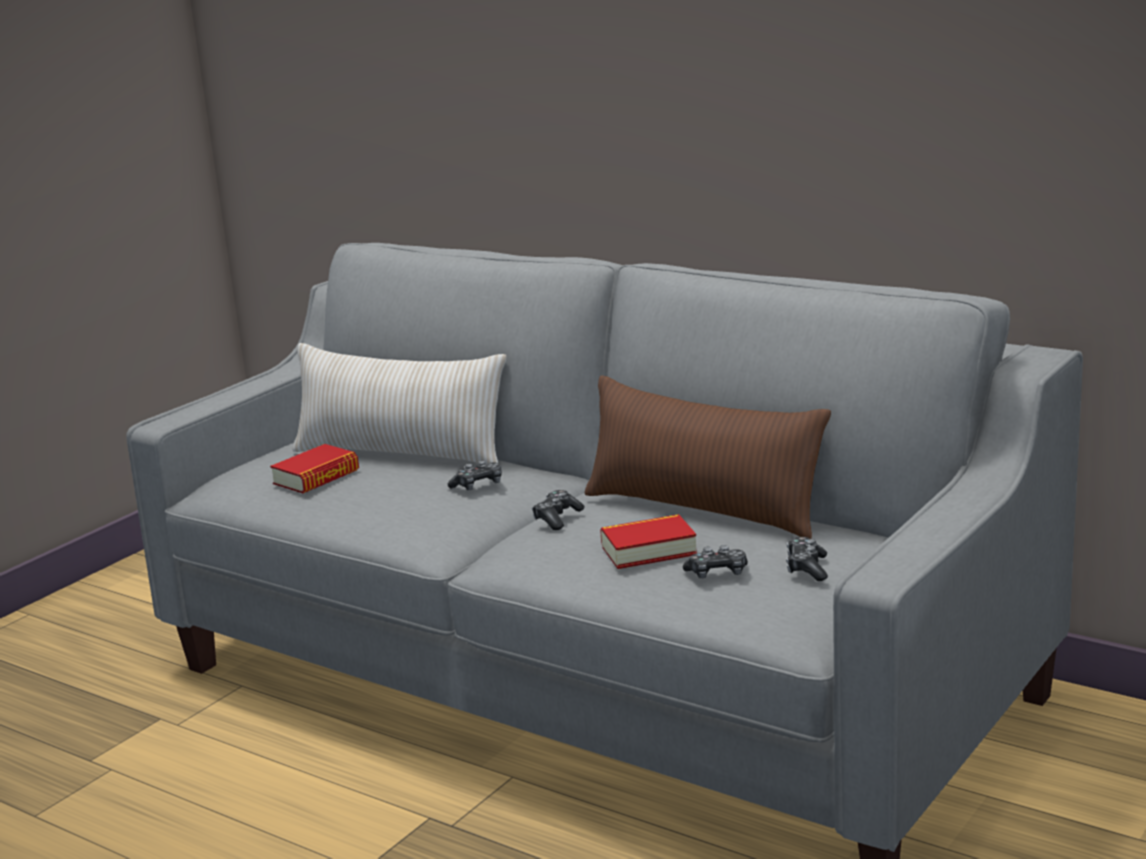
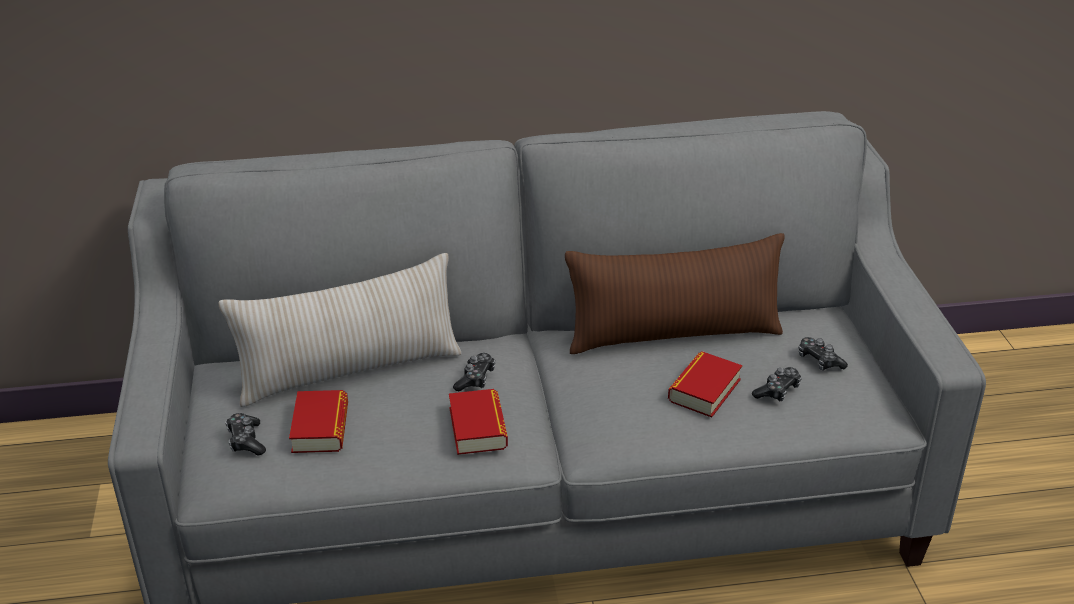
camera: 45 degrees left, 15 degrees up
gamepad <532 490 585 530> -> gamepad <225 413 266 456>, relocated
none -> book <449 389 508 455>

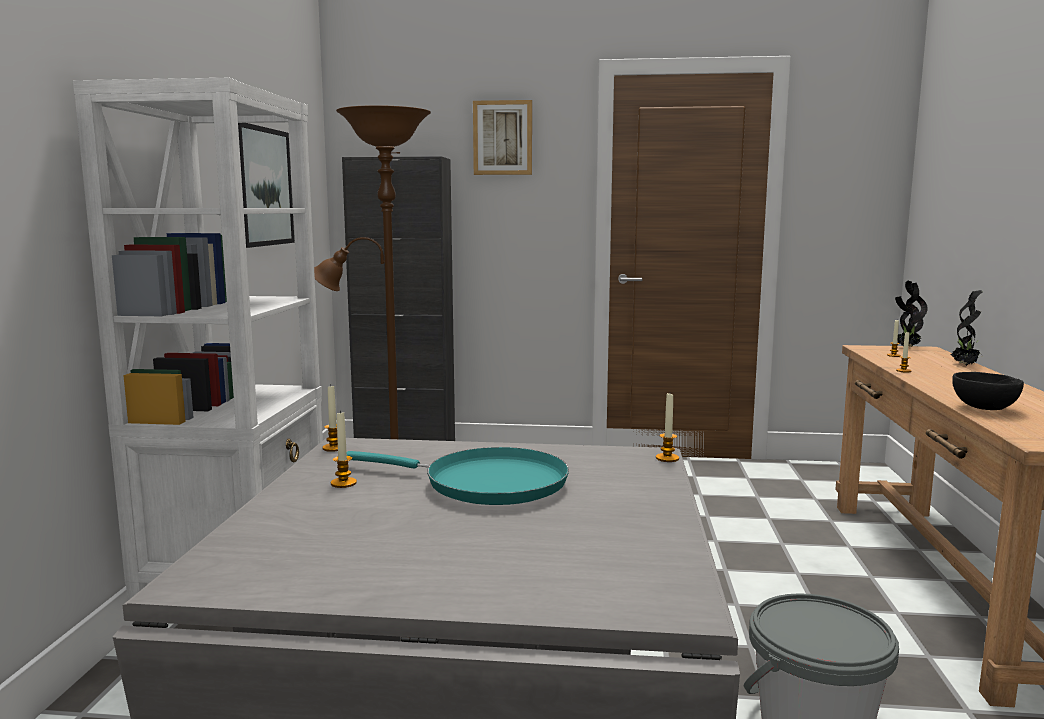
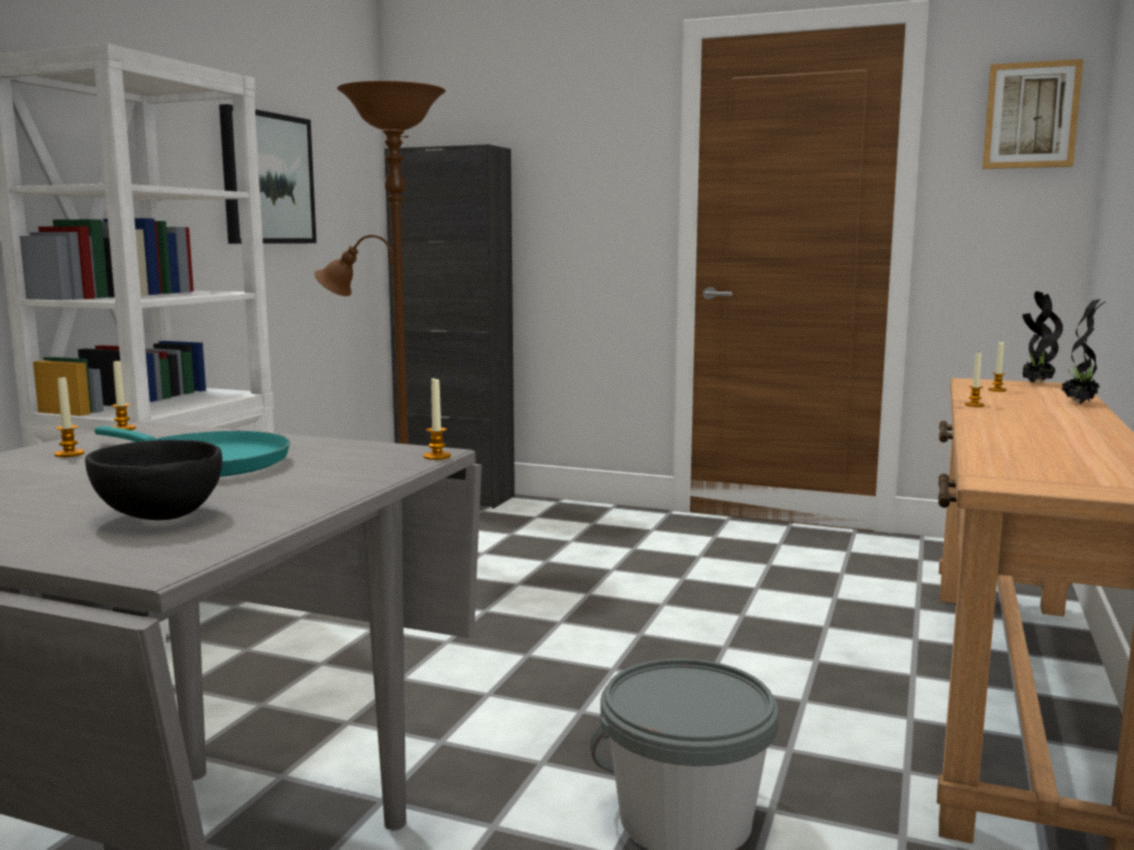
camera: 15 degrees right, 0 degrees up
black bowl <952 372 1024 410> -> black bowl <85 440 223 520>, relocated
wall picture <473 100 532 175> -> wall picture <982 59 1084 169>, relocated

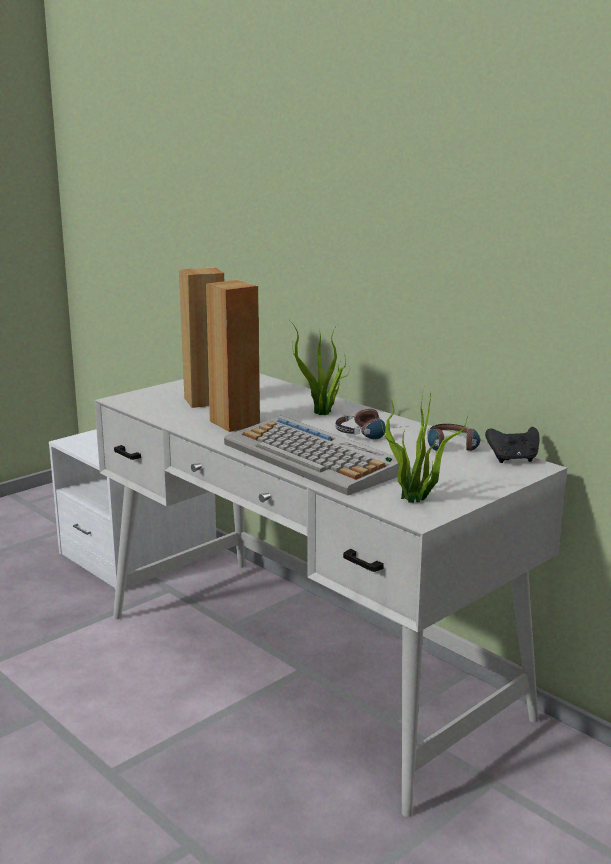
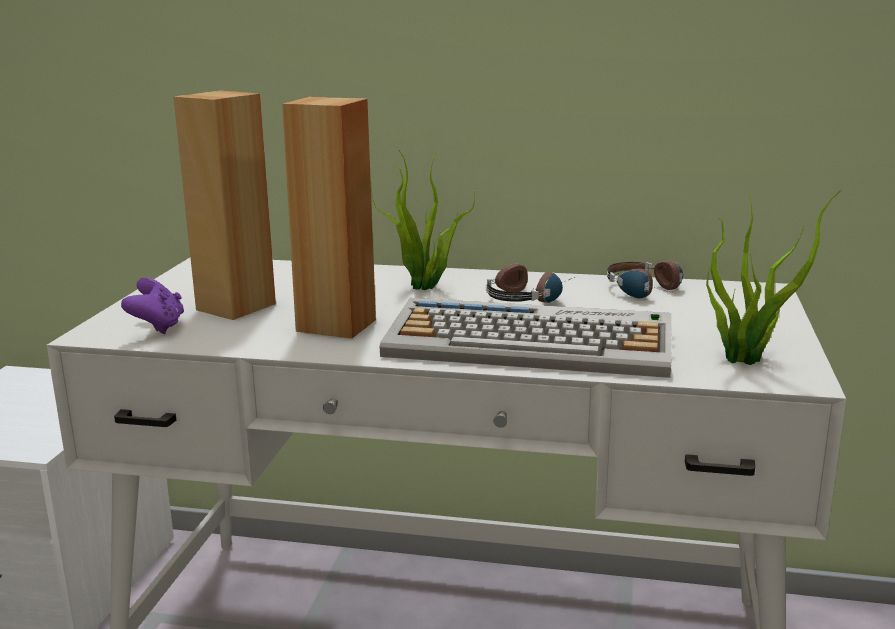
camera: 35 degrees left, 0 degrees up
none -> purple gamepad <121 278 184 334>
black gamepad <485 427 540 463> -> none

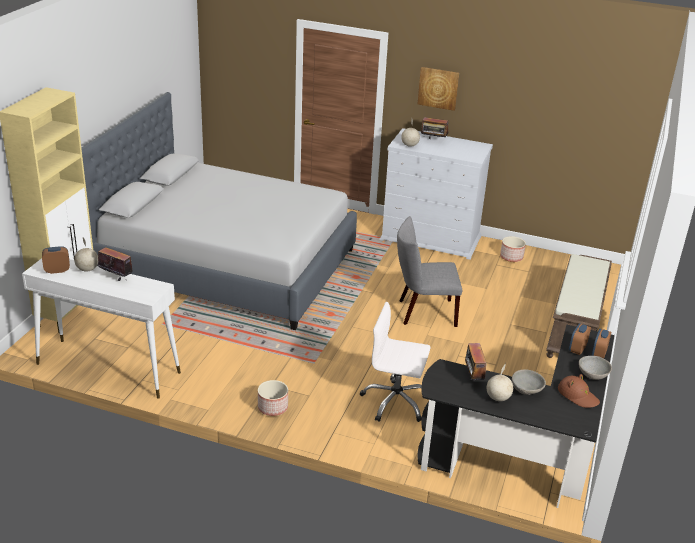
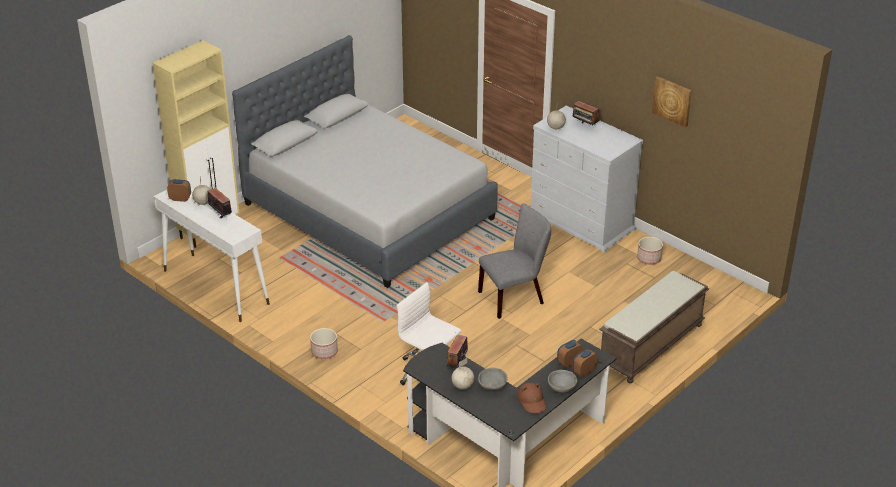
camera: 25 degrees right, 5 degrees up
grey plain chair <397 216 462 327> -> grey plain chair <478 203 551 319>, 135 degrees clockwise
wall picture <418 67 459 111> -> wall picture <652 76 692 127>, relocated

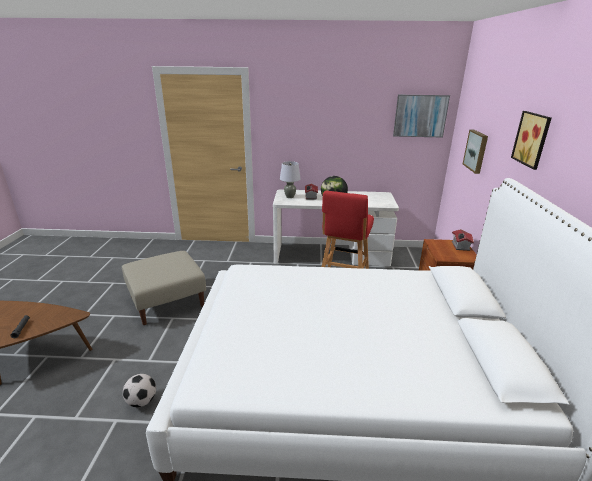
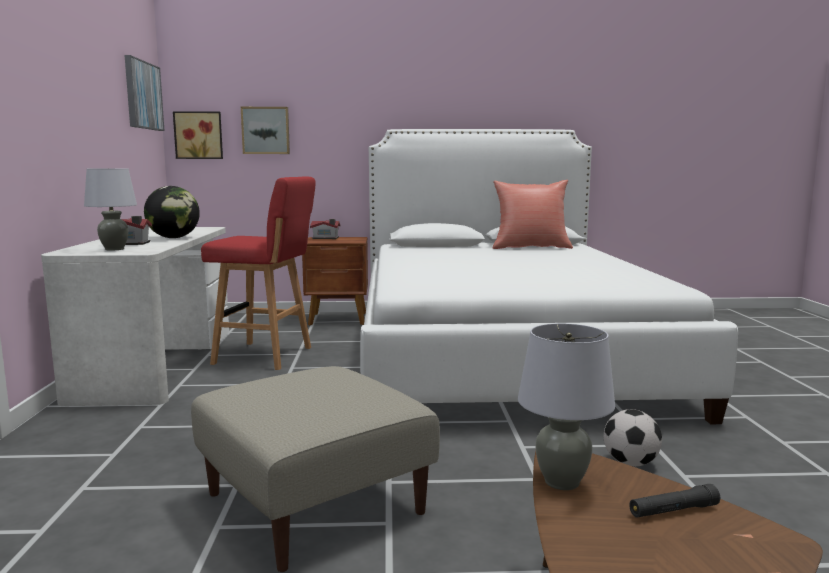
camera: 95 degrees left, 15 degrees down
wall picture <511 111 551 170> -> wall picture <173 111 223 159>, relocated
none -> red cushion <493 180 573 249>
none -> grey lamp for a table <518 323 615 490>

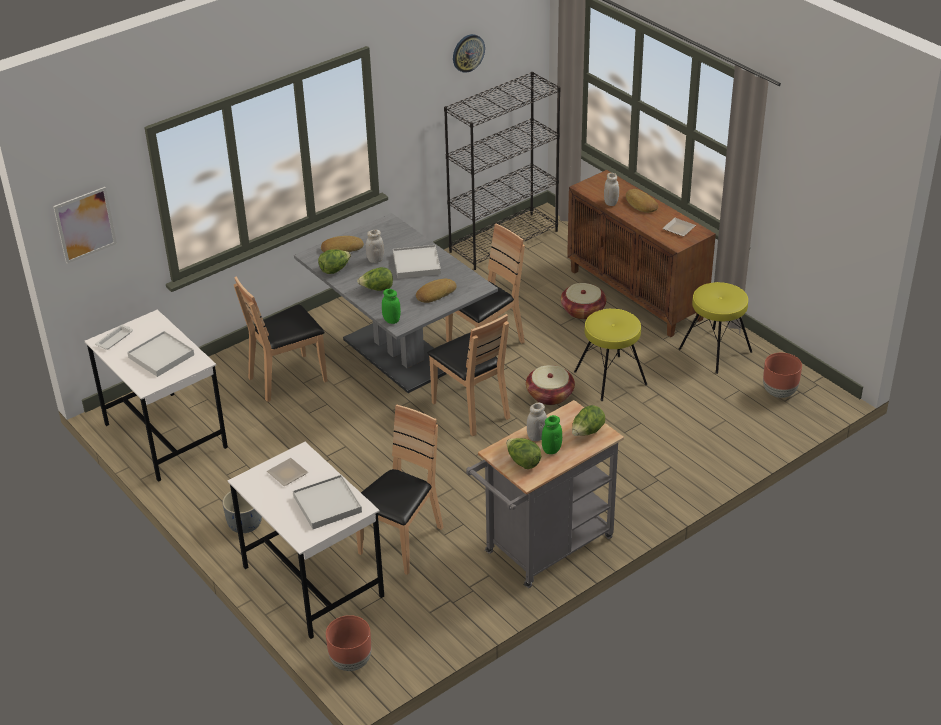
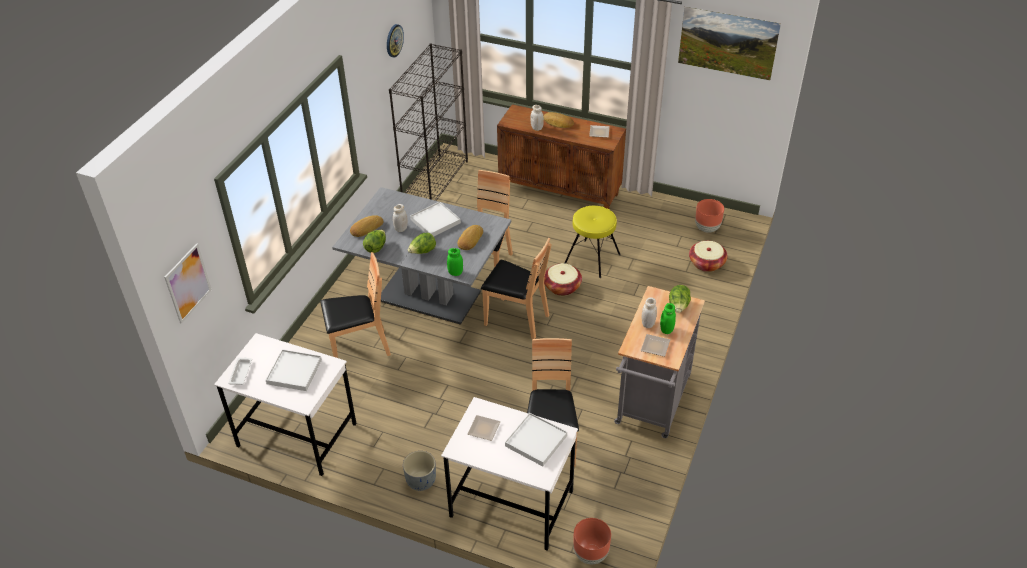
camera: 30 degrees left, 5 degrees up
brownish plain chair <234 276 327 402> -> brownish plain chair <320 252 391 358>, 135 degrees counterclockwise
lettuce head <506 438 541 469> -> flat dish <641 334 670 357>
none -> wall picture <678 7 781 80>
basket <561 283 606 320> -> basket <689 241 727 272>, relocated
yellow stool <678 282 752 374> -> none

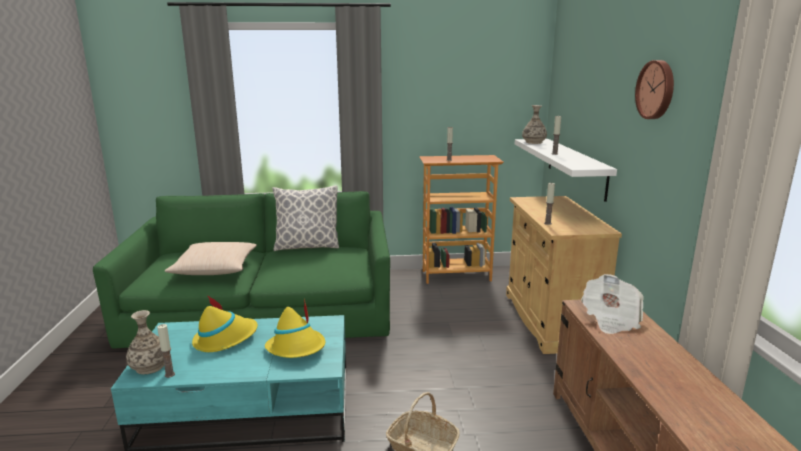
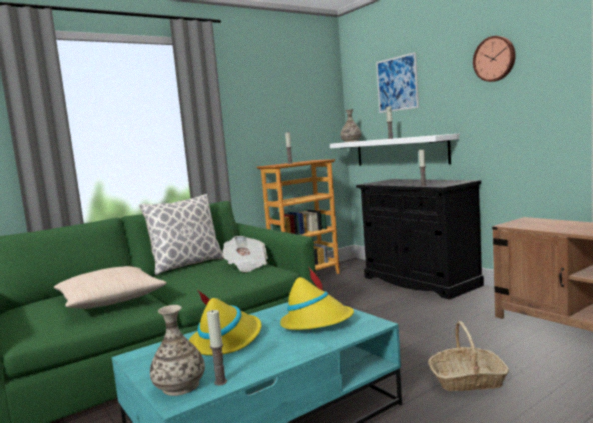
camera: 30 degrees left, 10 degrees down
daily paper <581 274 644 334> -> daily paper <222 236 268 272>, relocated
beige-coloured cabinet <506 196 622 354> -> black cabinet <356 179 484 300>
none -> wall picture <376 52 419 113>

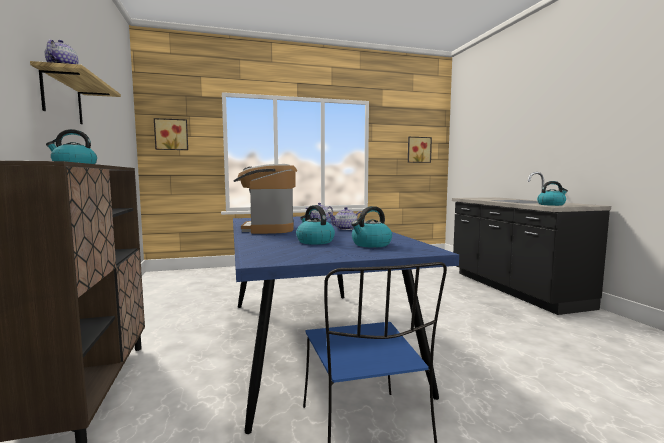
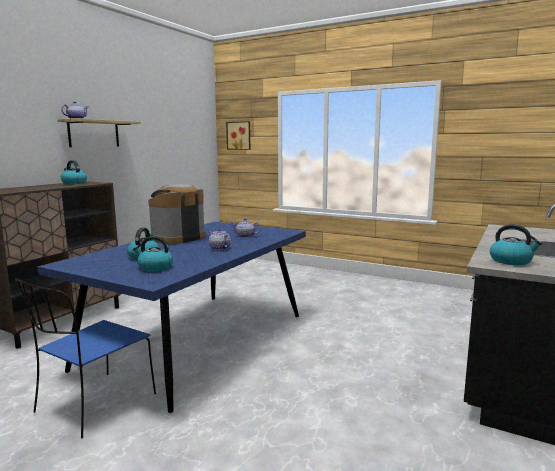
camera: 45 degrees right, 5 degrees up
wall picture <408 137 432 163> -> none

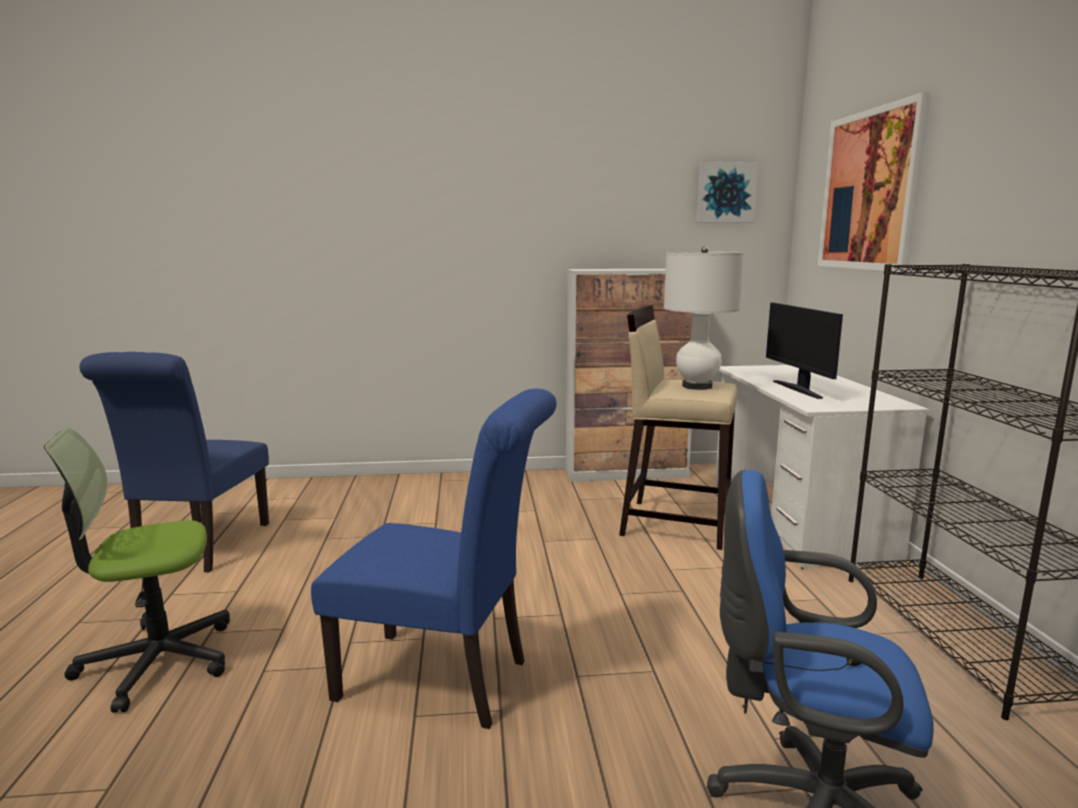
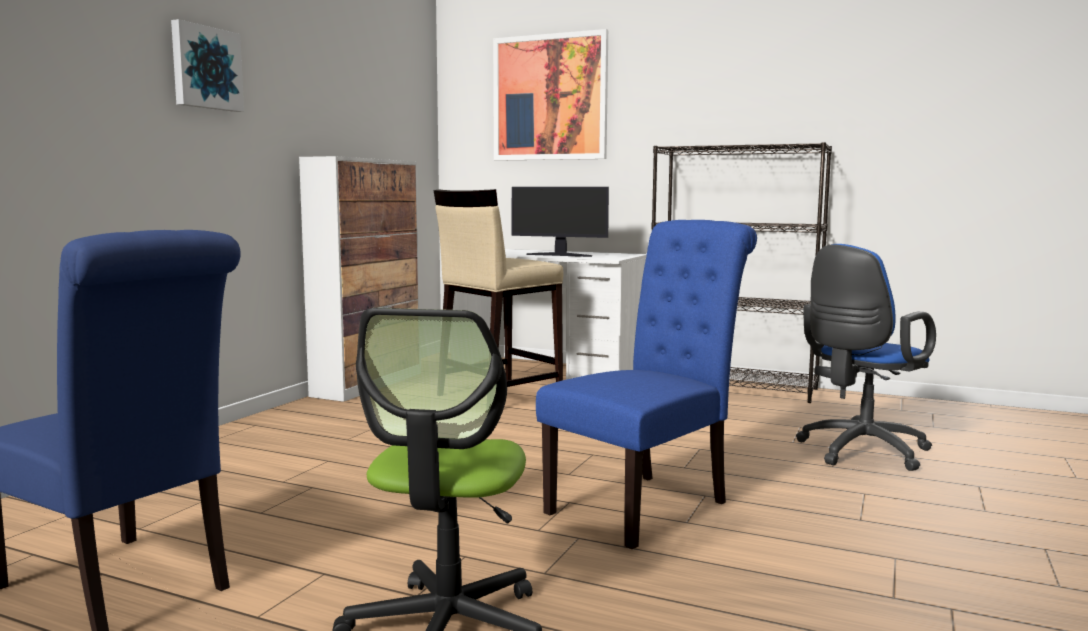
camera: 60 degrees left, 5 degrees down
wall picture <696 162 759 223> -> wall picture <171 19 244 112>, relocated
white-coloured lamp for a table <664 247 744 390> -> none

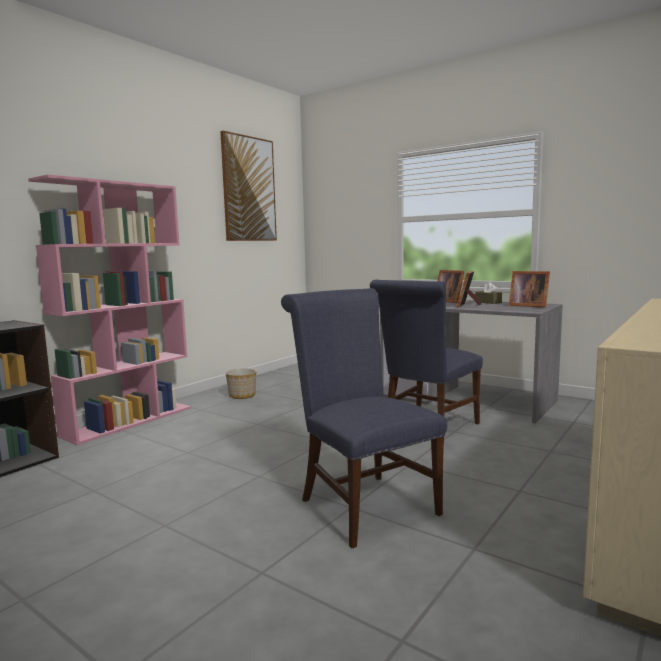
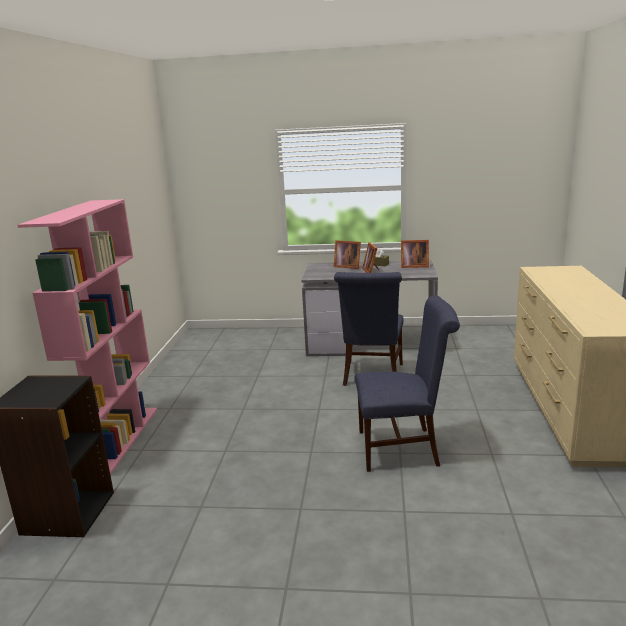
camera: 30 degrees left, 10 degrees up
bluish plain chair <281 288 447 548> -> bluish plain chair <354 295 460 472>, 150 degrees clockwise
wall picture <220 131 277 241> -> none
plant pot <226 368 256 399> -> none

